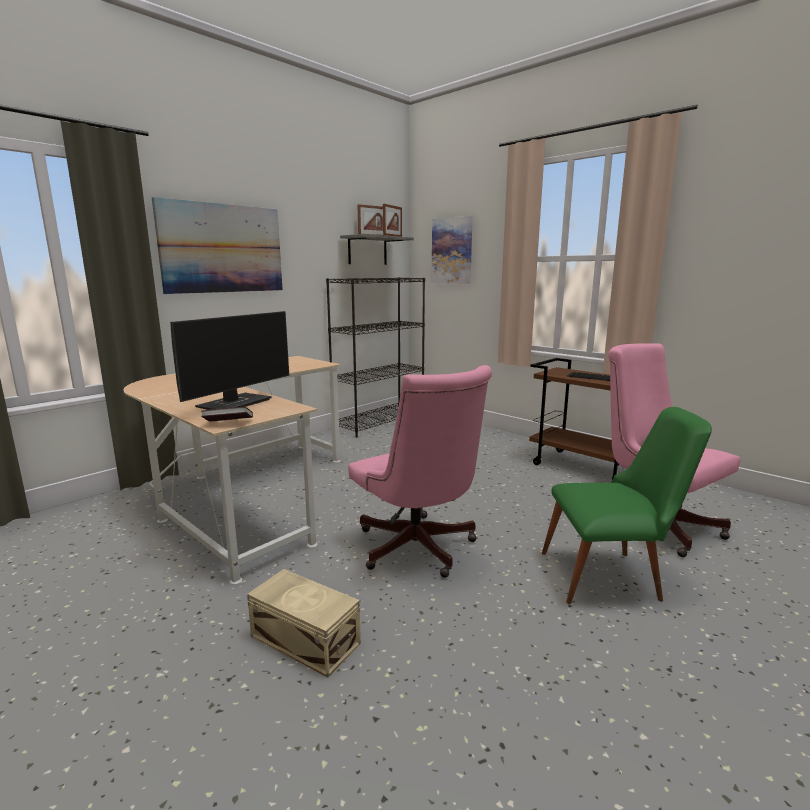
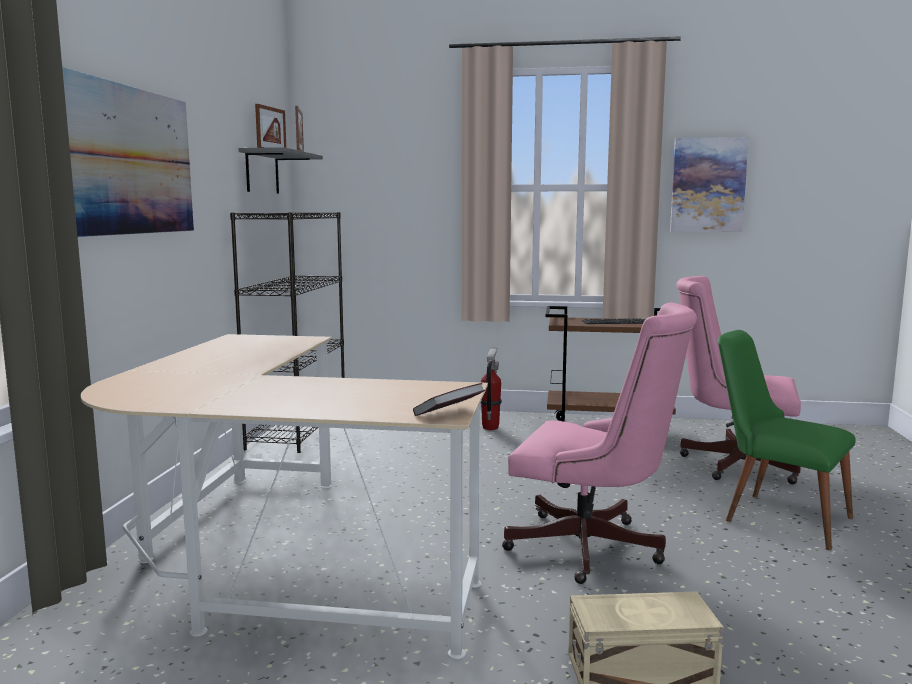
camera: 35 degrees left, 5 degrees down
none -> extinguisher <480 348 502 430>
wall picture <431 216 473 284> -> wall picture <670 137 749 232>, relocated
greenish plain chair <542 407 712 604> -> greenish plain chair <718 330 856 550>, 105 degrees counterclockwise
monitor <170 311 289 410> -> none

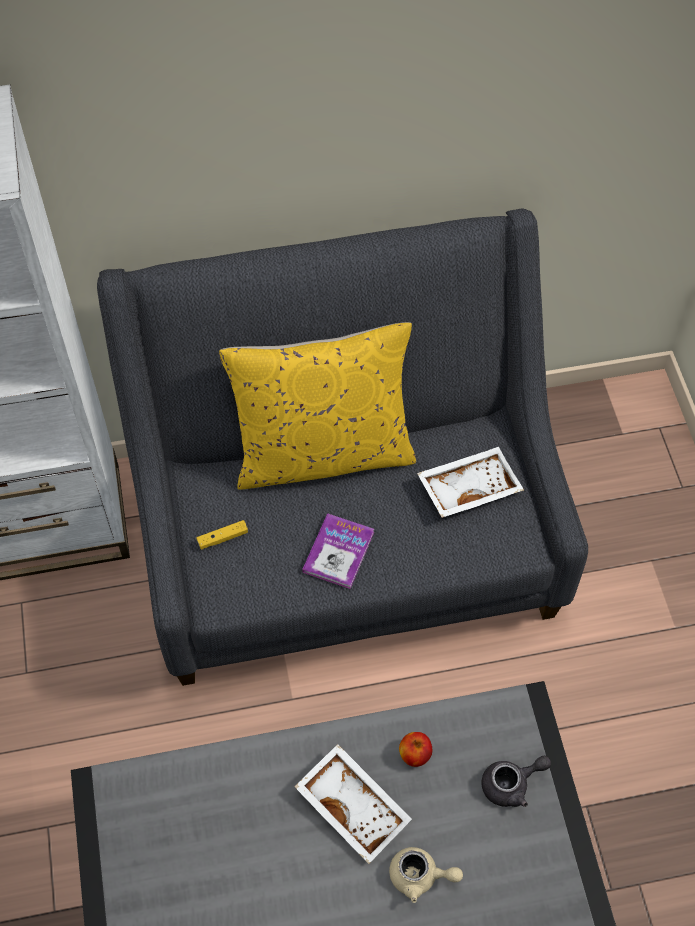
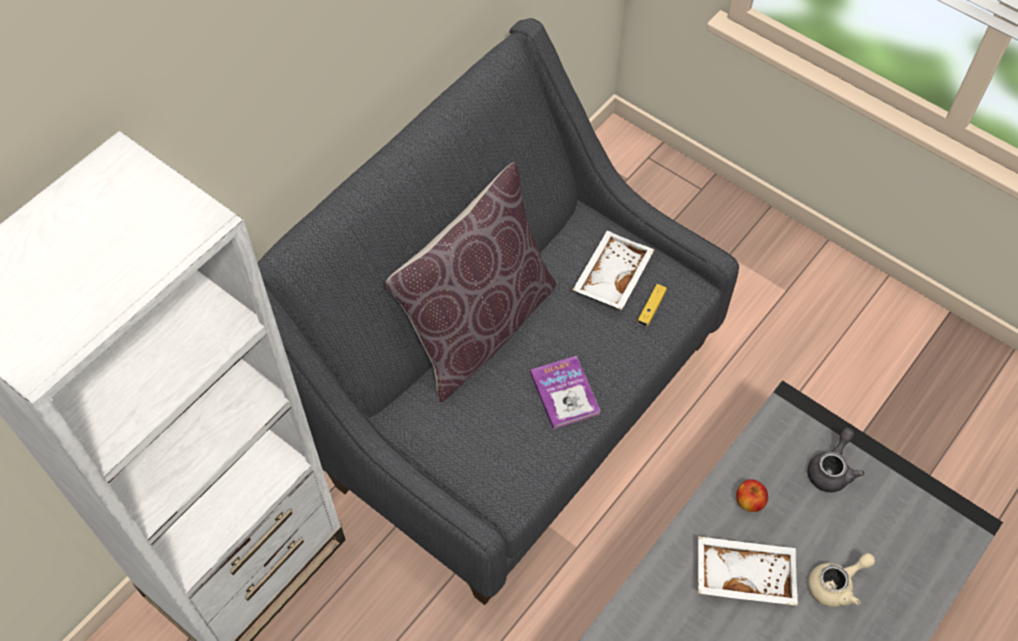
camera: 40 degrees left, 0 degrees up
yellow cushion <219 322 416 490> -> brownish cushion <385 162 557 403>
yellow gamepad <196 520 248 550> -> yellow gamepad <637 284 667 326>, relocated

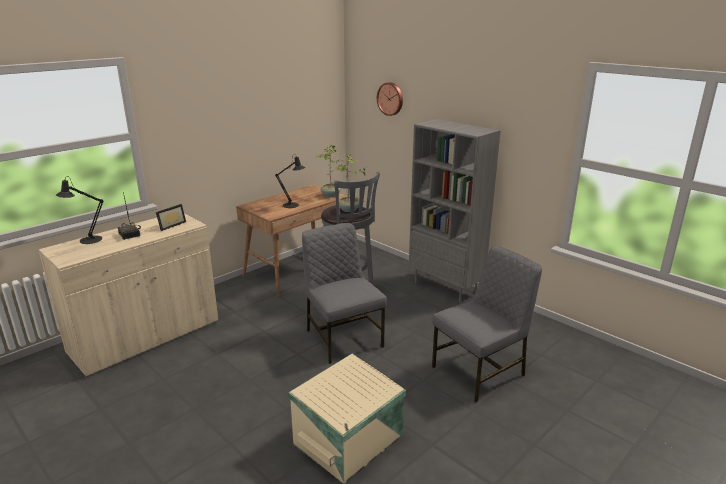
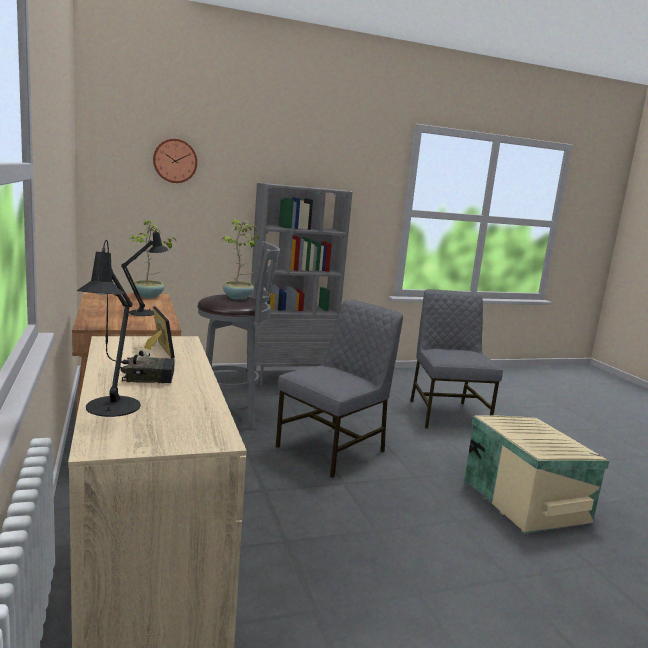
camera: 65 degrees left, 10 degrees down
grey plain chair <302 223 387 364> -> grey plain chair <275 300 403 478>, 135 degrees clockwise

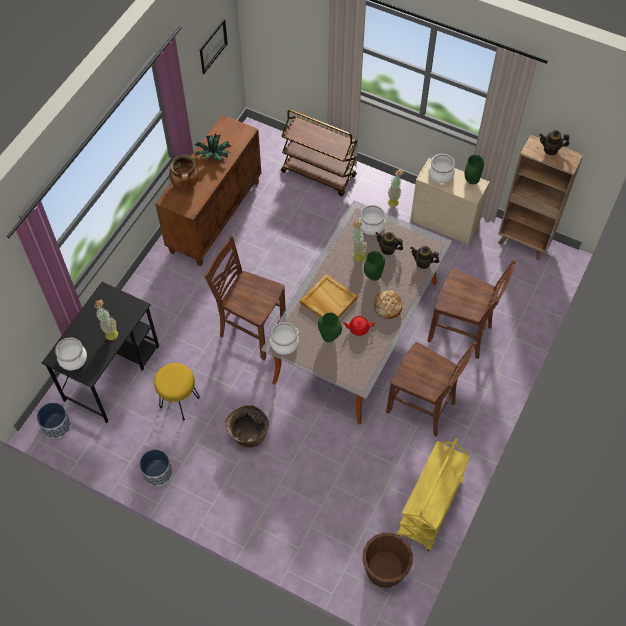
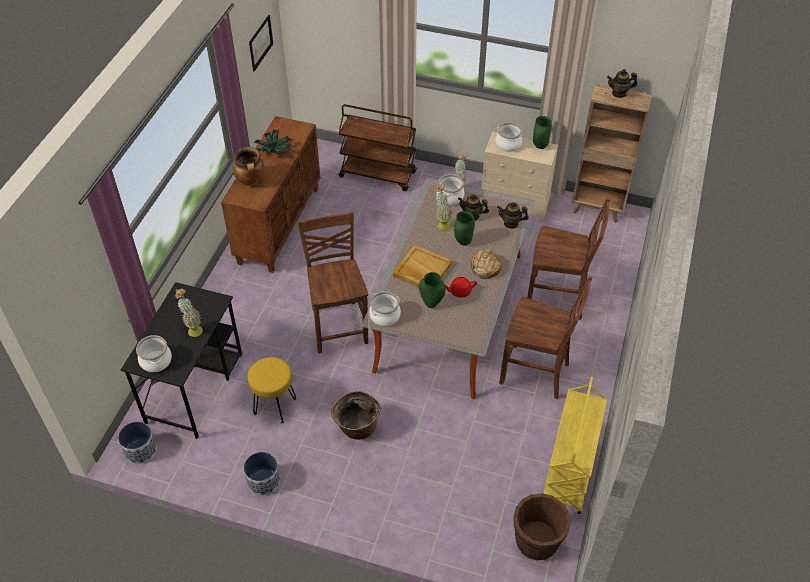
camera: 10 degrees left, 10 degrees down
brownish plain chair <204 236 286 360> -> brownish plain chair <297 212 368 353>, 60 degrees clockwise

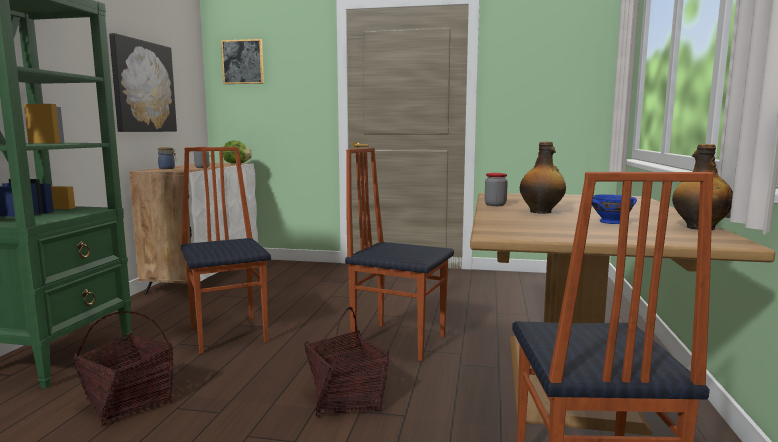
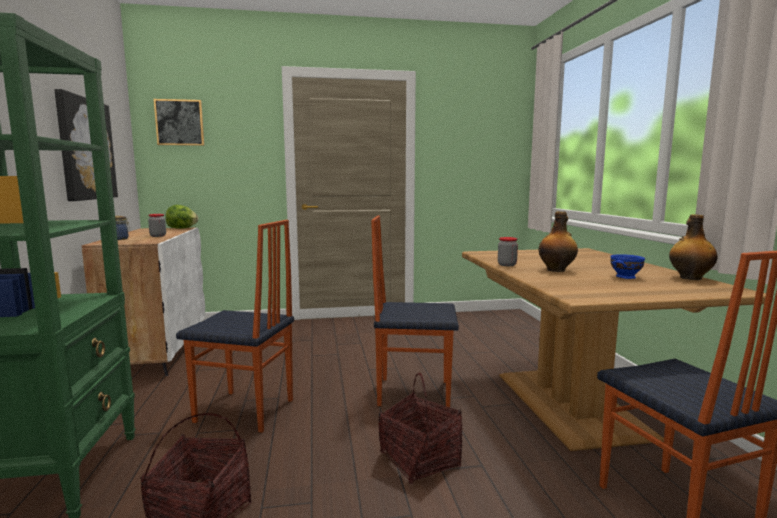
camera: 20 degrees left, 0 degrees up
plain chair <181 147 271 354> -> plain chair <176 220 294 433>, 150 degrees clockwise

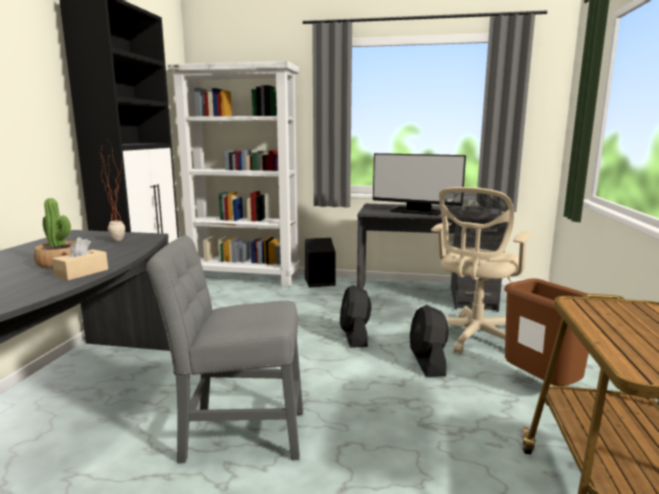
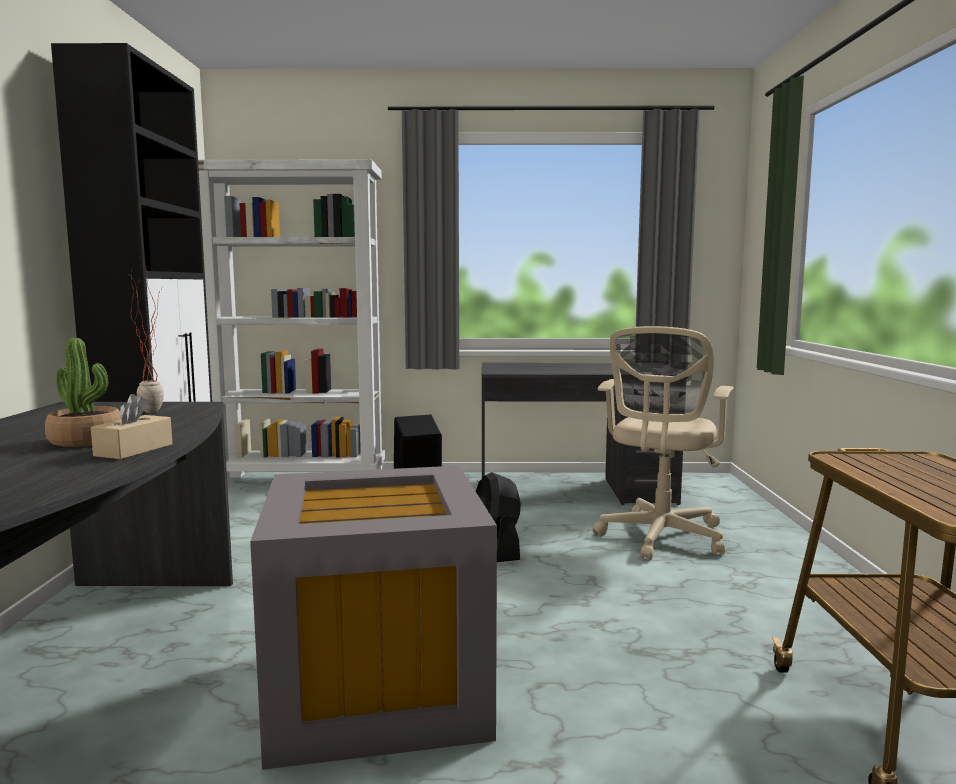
camera: 10 degrees left, 5 degrees down
grey plain chair <146 236 303 463> -> grey storage bin <250 466 497 770>
monitor <373 153 466 216> -> none
black fan <410 305 449 377> -> none
brownish rubbish bin <504 278 589 386> -> none

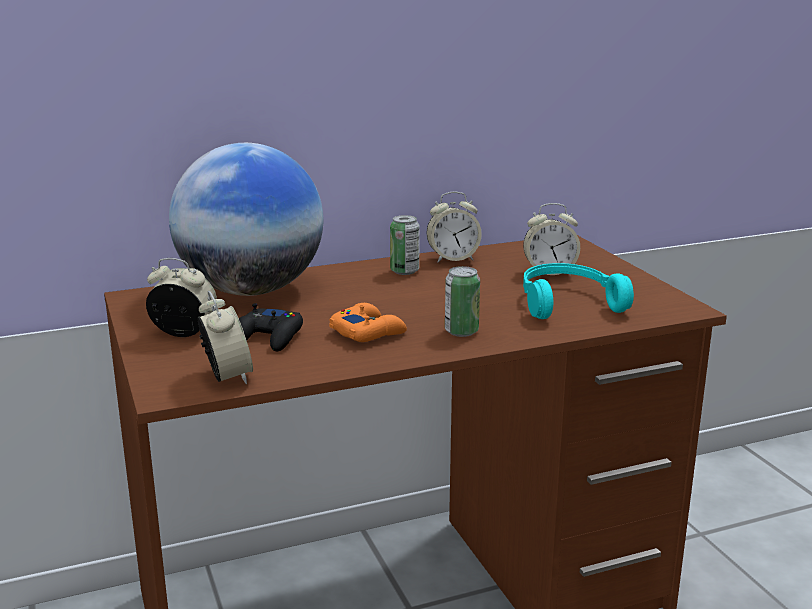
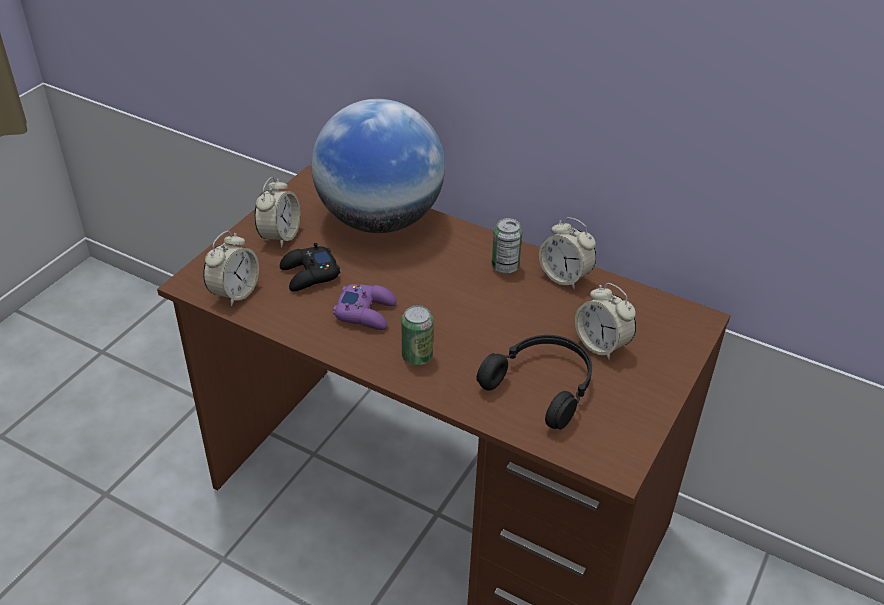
camera: 50 degrees right, 20 degrees up
alarm clock <146 258 217 337> -> alarm clock <254 176 301 248>, 45 degrees clockwise
orangey gamepad <329 303 407 342> -> purple gamepad <333 284 397 330>
turquoise-coloured pair of headphones <523 263 634 319> -> black pair of headphones <477 335 592 430>

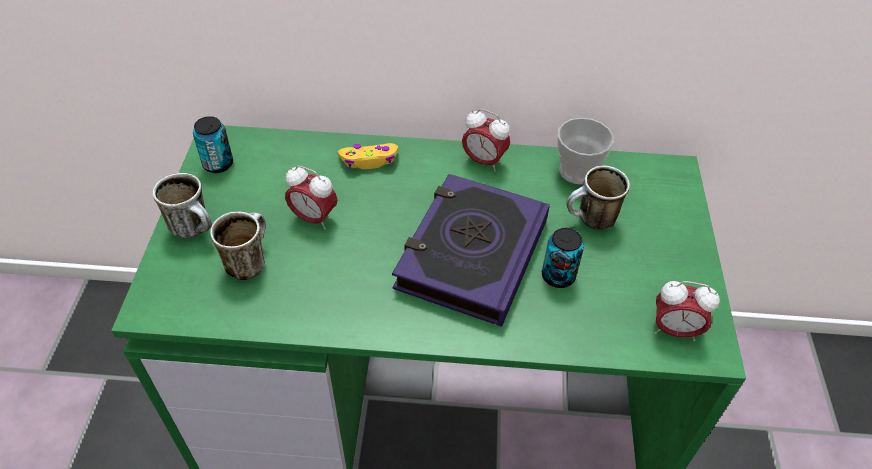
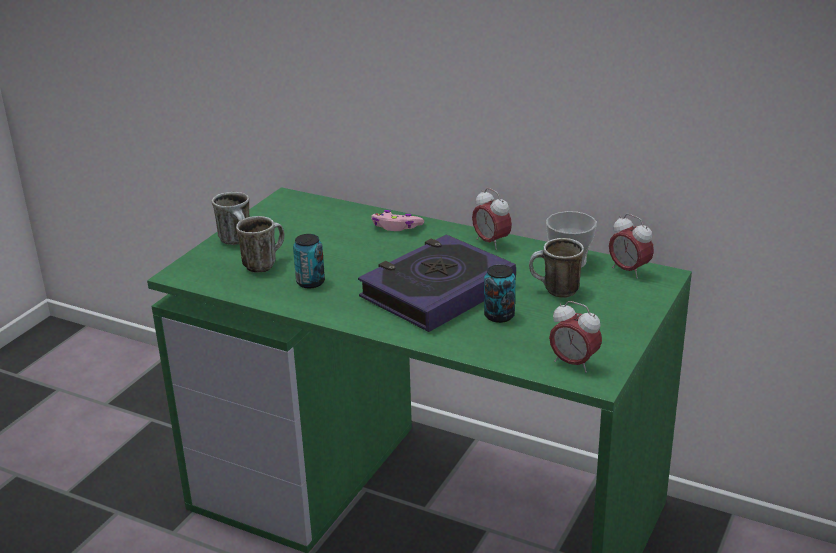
camera: 25 degrees right, 20 degrees down
can <193 116 233 173> -> can <293 234 325 288>, relocated
yellow gamepad <338 143 398 169> -> pink-coloured gamepad <371 210 424 231>
alarm clock <285 165 337 229> -> alarm clock <609 214 654 279>, relocated

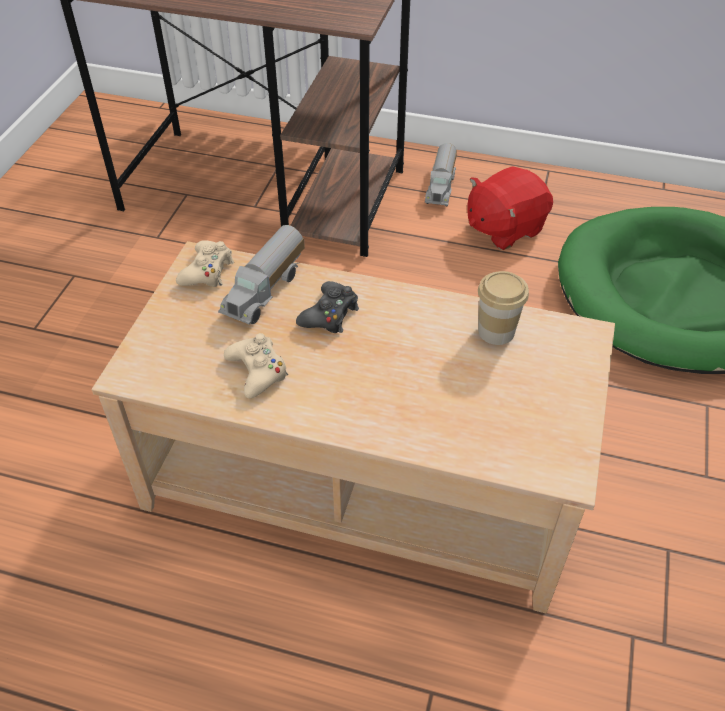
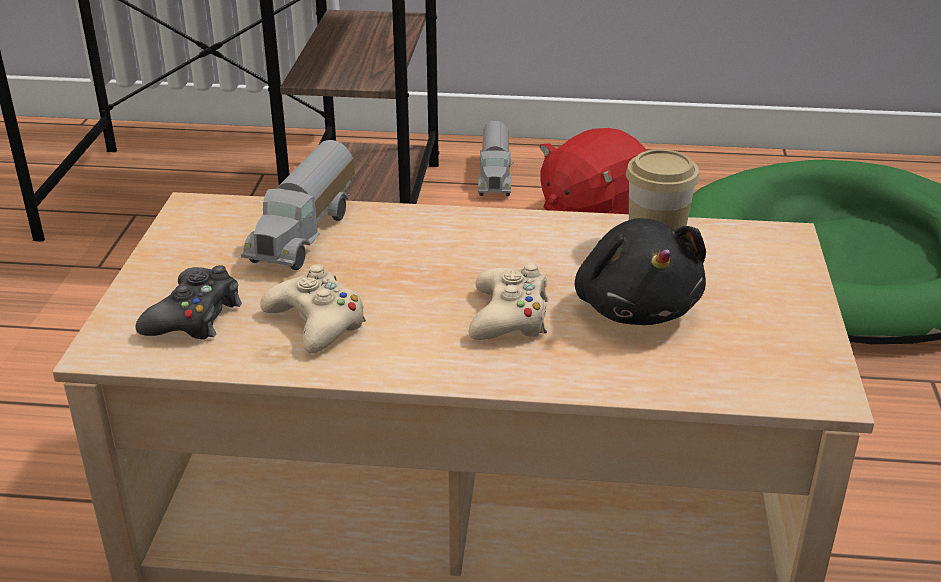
camera: 10 degrees left, 15 degrees down
black gamepad <296 281 359 333> -> black gamepad <135 265 242 339>, relocated
beige-coloured gamepad <176 240 234 287> -> beige-coloured gamepad <469 263 549 340>, relocated
none -> black soft toy <575 218 706 325>

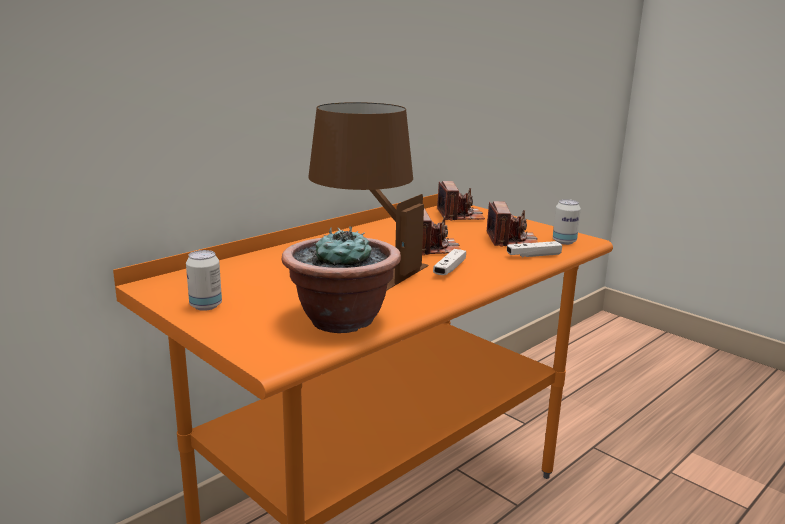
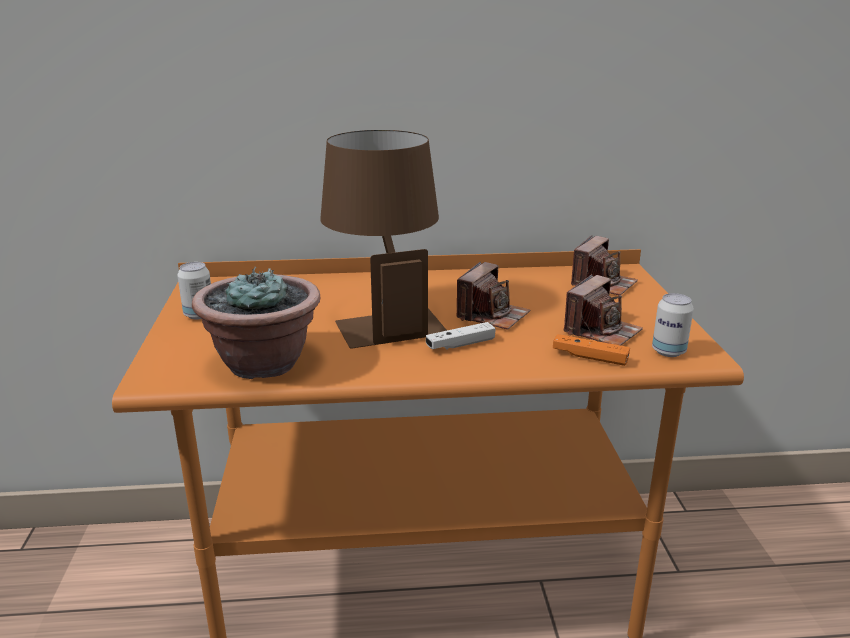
camera: 40 degrees right, 5 degrees up
white-coloured gamepad <507 241 562 257> -> orangey gamepad <553 334 630 366>

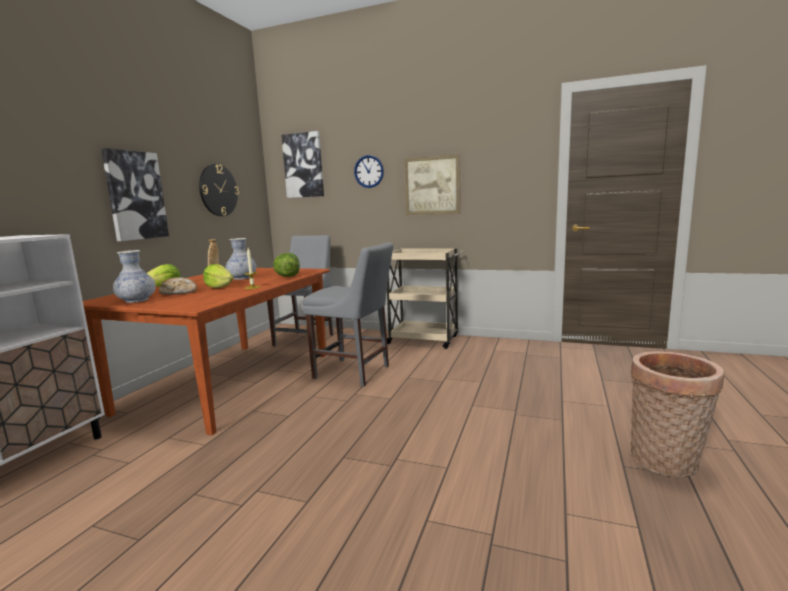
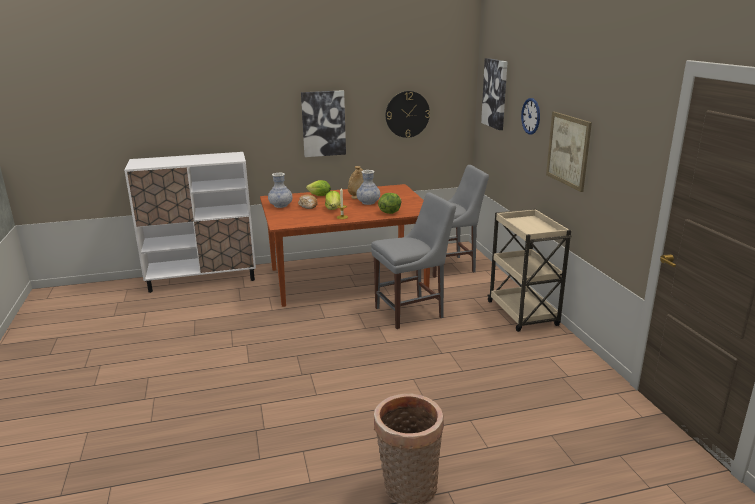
camera: 55 degrees right, 10 degrees up
grey plain chair <302 242 393 387> -> grey plain chair <371 192 456 329>, 105 degrees counterclockwise

